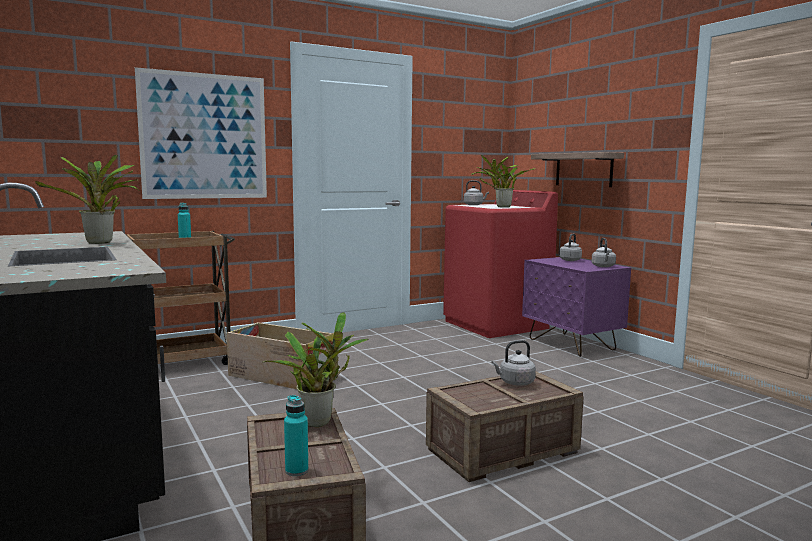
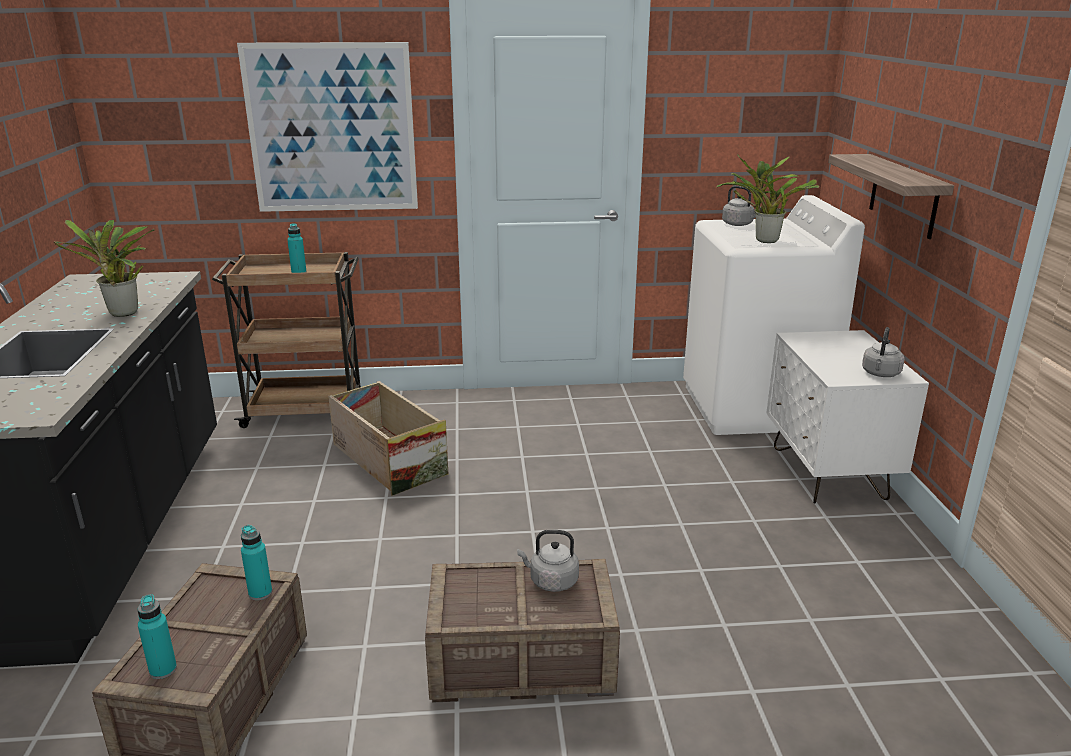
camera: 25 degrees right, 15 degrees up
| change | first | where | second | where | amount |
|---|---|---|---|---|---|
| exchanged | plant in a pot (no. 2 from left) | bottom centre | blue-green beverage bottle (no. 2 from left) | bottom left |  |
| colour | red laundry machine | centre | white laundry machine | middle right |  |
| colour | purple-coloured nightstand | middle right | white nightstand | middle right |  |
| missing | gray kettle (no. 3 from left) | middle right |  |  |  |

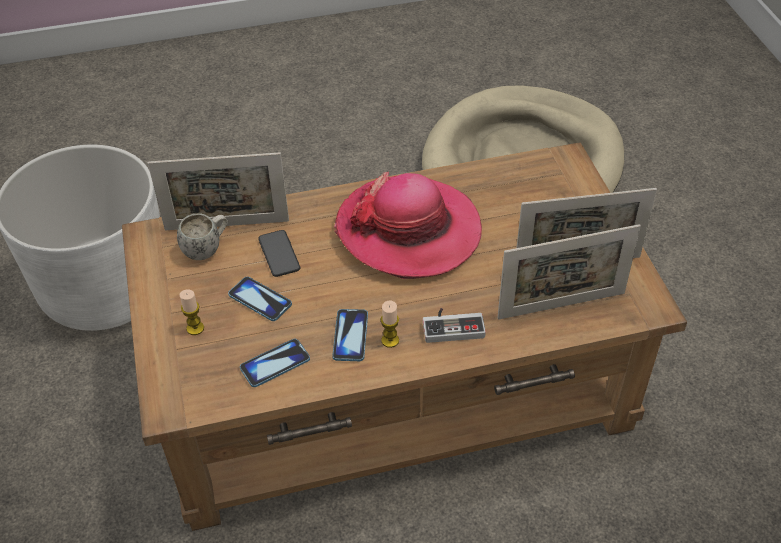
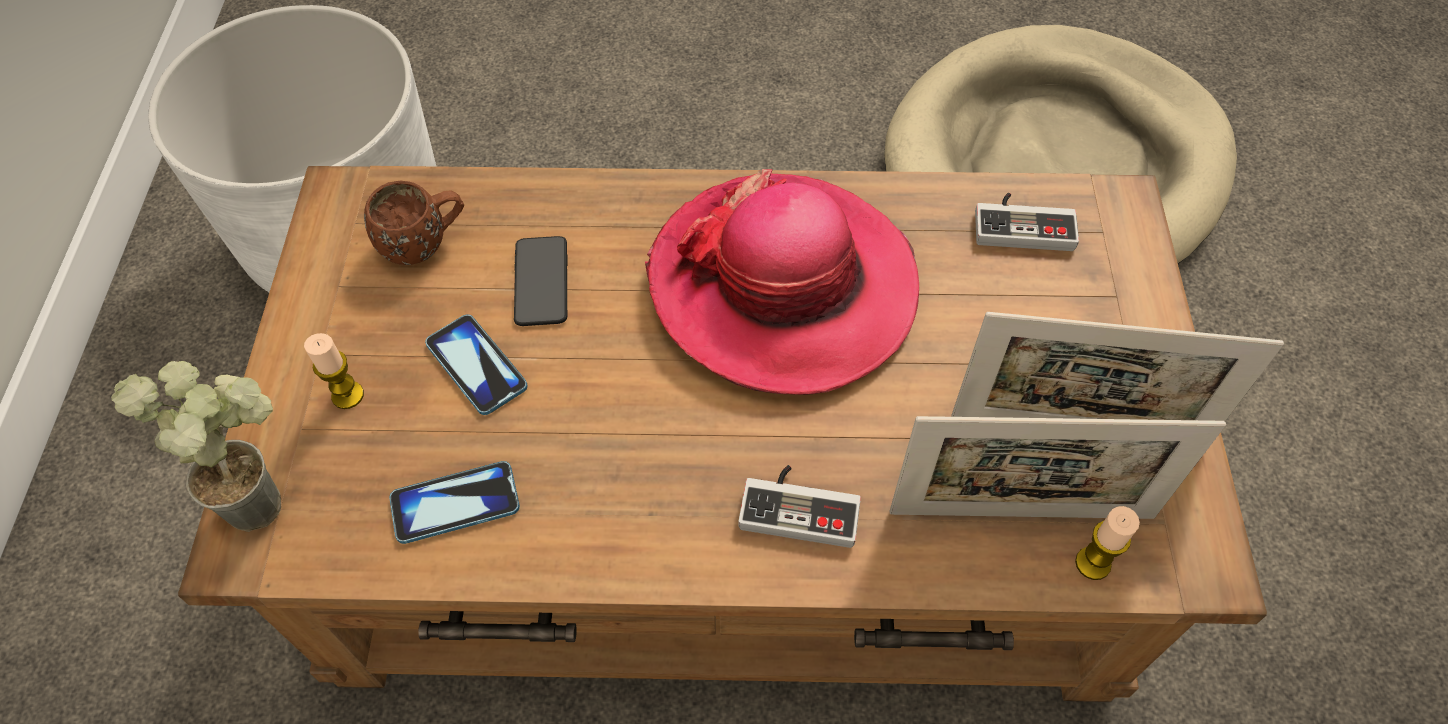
camera: 15 degrees right, 10 degrees up
| change | first | where | second | where | amount |
|---|---|---|---|---|---|
| appeared |  |  | plant in a pot | middle left |  |
| colour | white mug | middle left | brown mug | top left |  |
| appeared |  |  | game controller (no. 2 from left) | top right |  |
| relocated | candle (no. 2 from left) | centre |  | bottom right |  |
| missing | standing frame (no. 1 from left) | middle left |  |  |  |
| missing | telephone (no. 4 from left) | centre |  |  |  |

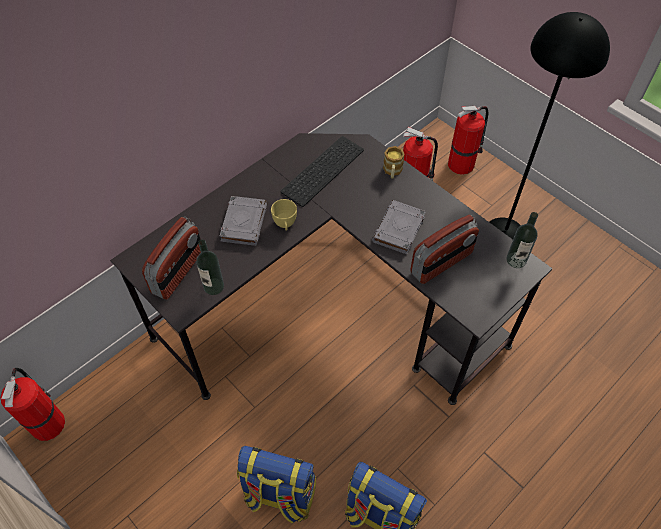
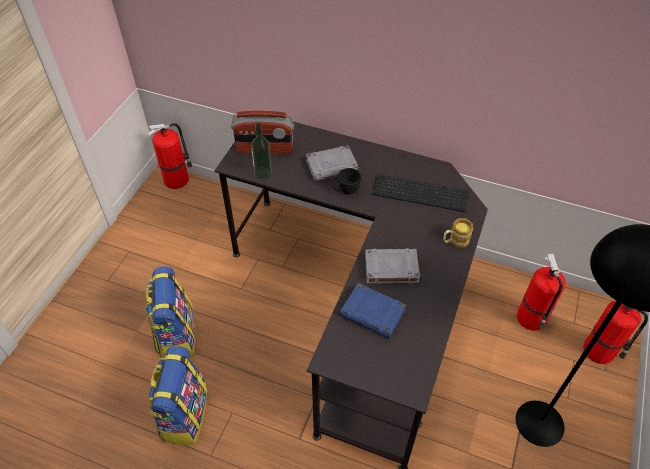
camera: 65 degrees right, 5 degrees down
| change | first | where | second | where | amount |
|---|---|---|---|---|---|
| colour | yellowish small cup | centre | black-coloured small cup | centre |  |
| exchanged | radio receiver (no. 2 from left) | middle right | blue-coloured book | centre |  |
| missing | beverage bottle (no. 2 from left) | middle right |  |  |  |

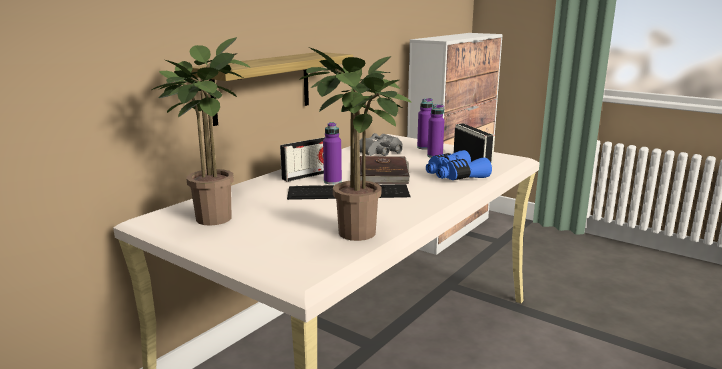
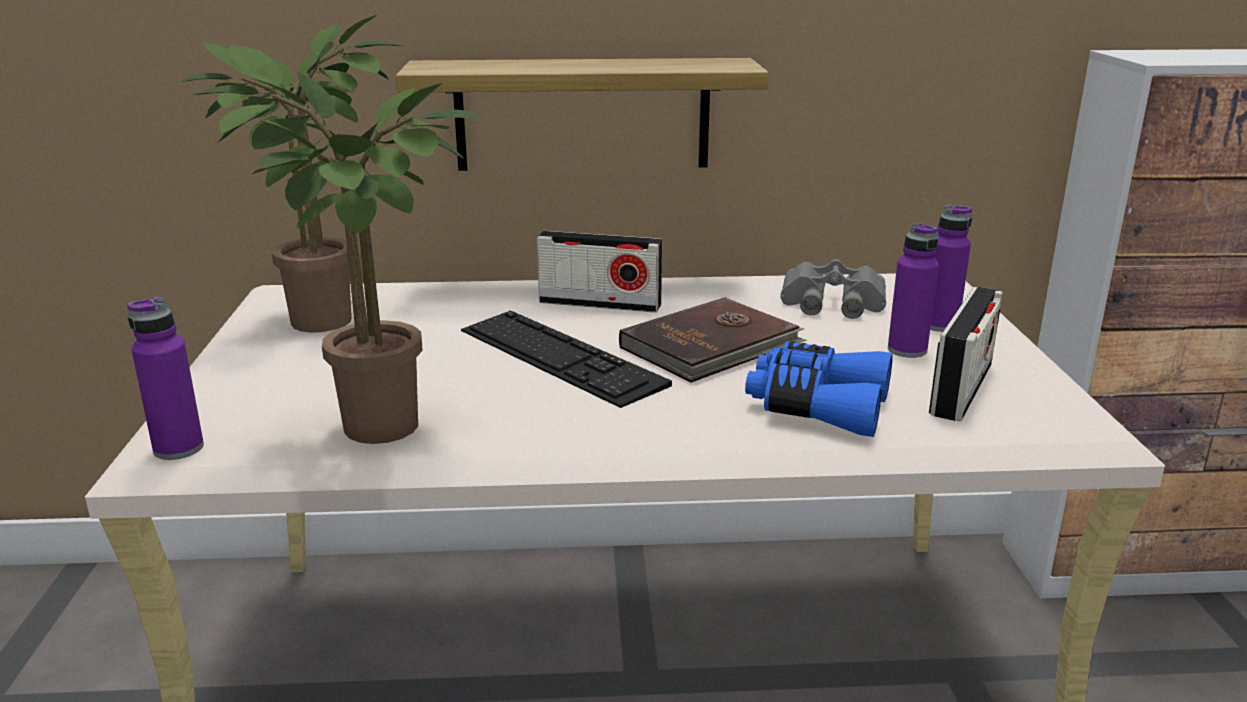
camera: 50 degrees right, 5 degrees up
| change | first | where | second | where | amount |
|---|---|---|---|---|---|
| relocated | purple-coloured beverage bottle (no. 1 from left) | centre |  | middle left |  |

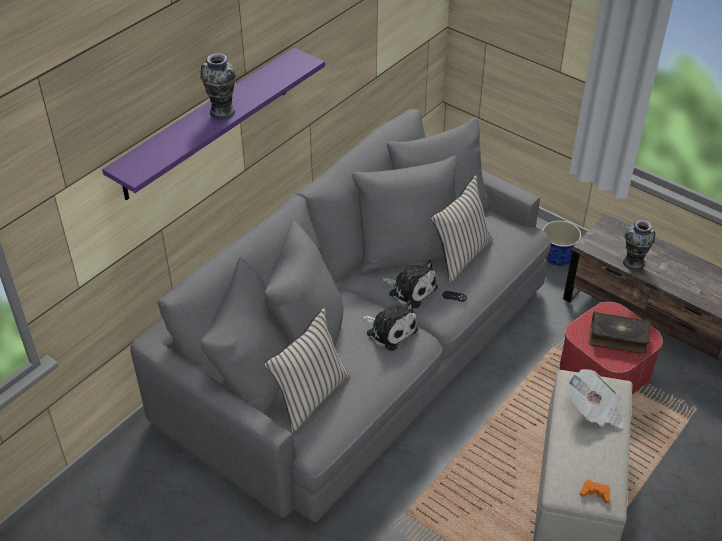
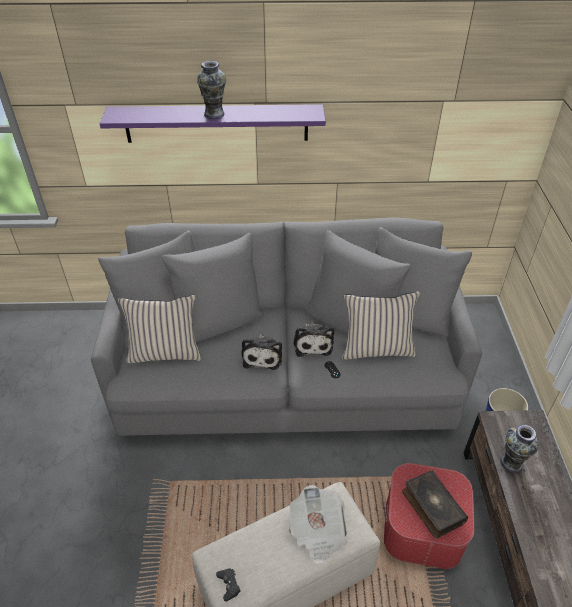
camera: 50 degrees right, 0 degrees up
| change | first | where | second | where | amount |
|---|---|---|---|---|---|
| colour | orange-coloured game controller | bottom right | black-coloured game controller (no. 1 from left) | bottom centre |  |

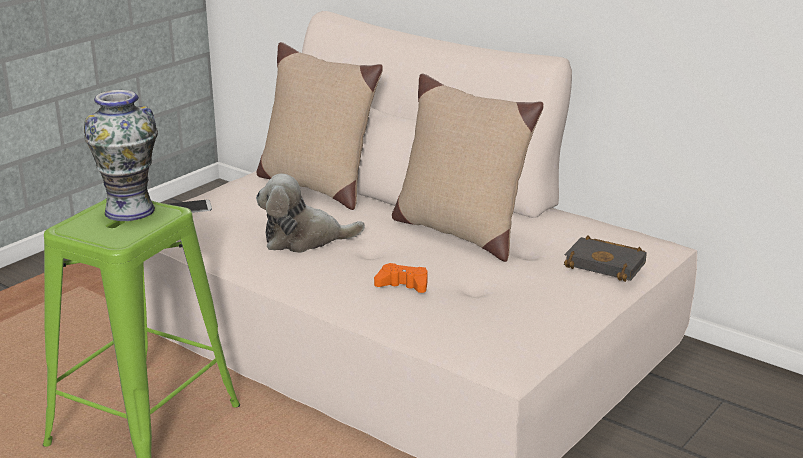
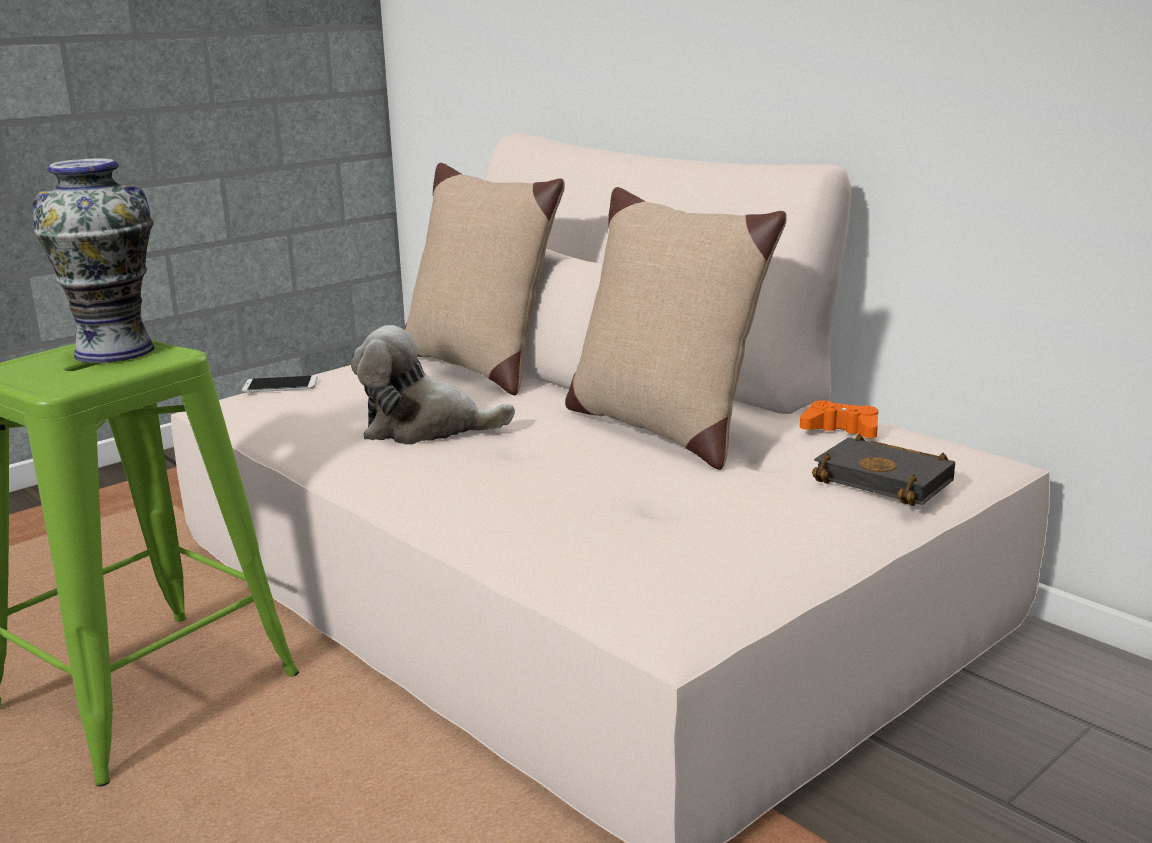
camera: 10 degrees right, 5 degrees down
| change | first | where | second | where | amount |
|---|---|---|---|---|---|
| relocated | orange-coloured game controller | centre |  | middle right |  |

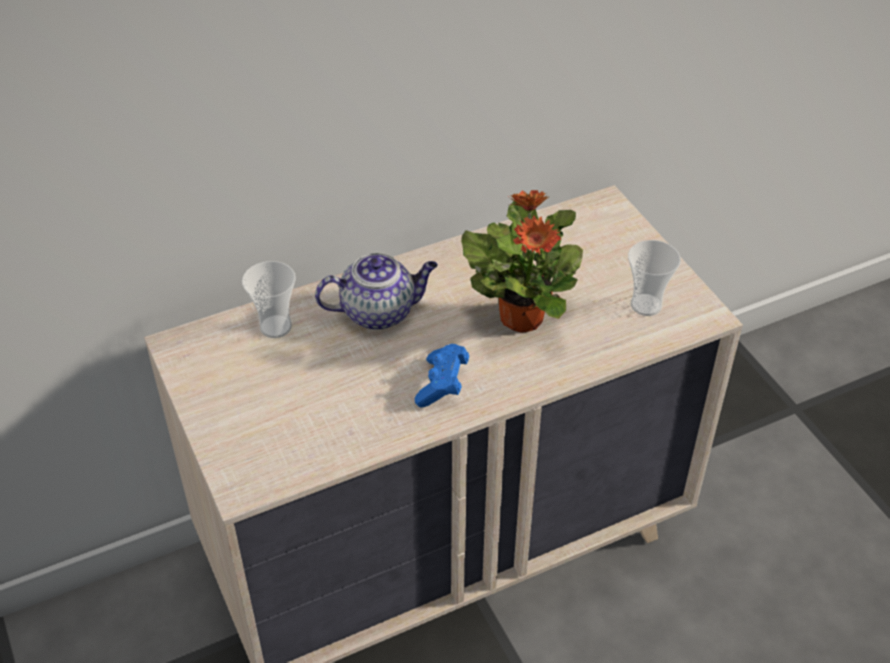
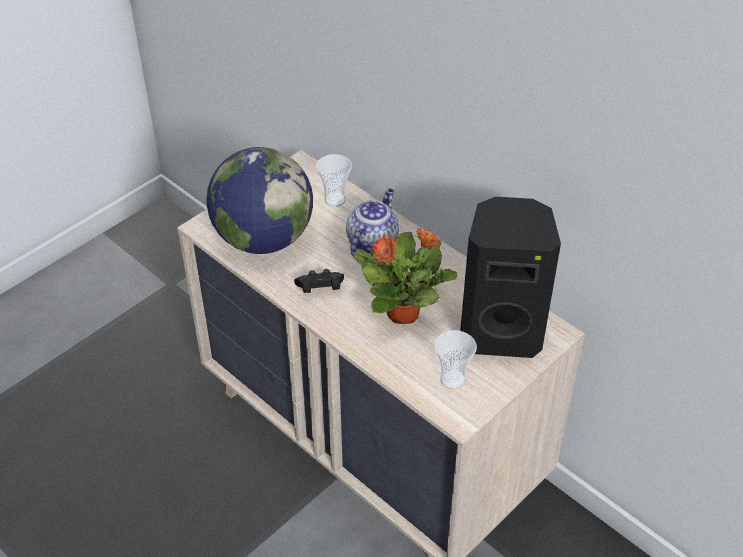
camera: 70 degrees right, 0 degrees up
| change | first | where | second | where | amount |
|---|---|---|---|---|---|
| appeared |  |  | world globe | centre |  |
| colour | blue-coloured game controller | centre | black-coloured game controller | centre |  |
| spun | tea pot | centre |  | centre | 120 degrees counterclockwise |
| appeared |  |  | black-coloured speaker | middle right |  |

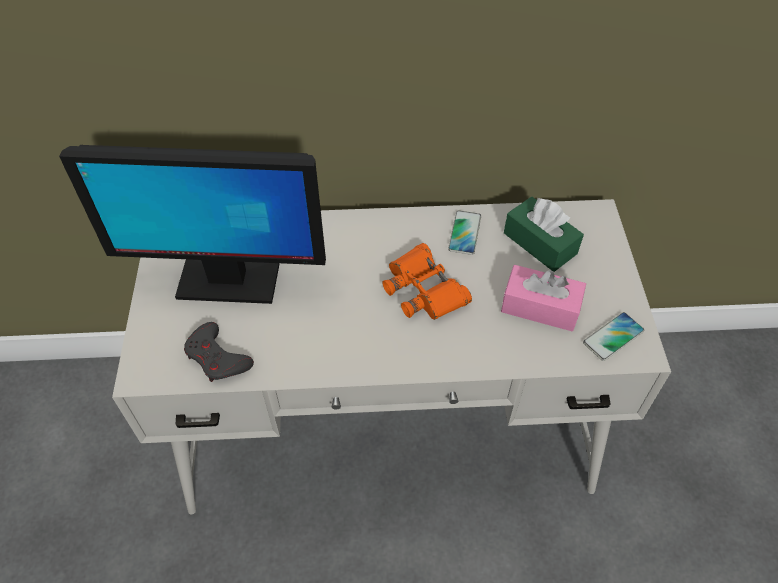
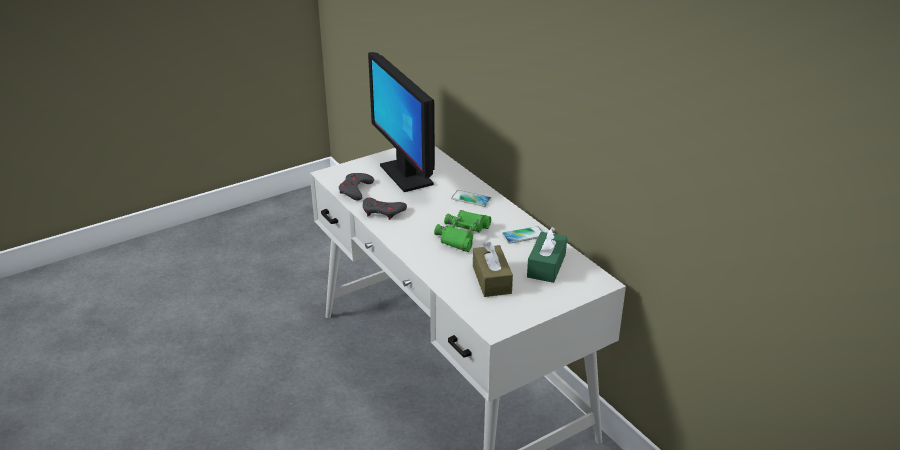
camera: 60 degrees right, 20 degrees down
| change | first | where | second | where | amount |
|---|---|---|---|---|---|
| appeared |  |  | gray game controller (no. 2 from left) | centre |  |
| colour | orange-coloured pair of binoculars | centre | greenish pair of binoculars | centre |  |
| relocated | telephone (no. 2 from left in the first image) | middle right | telephone (no. 1 from left) | centre |  |
| colour | pinkish box of tissues | middle right | brown box of tissues | centre |  |

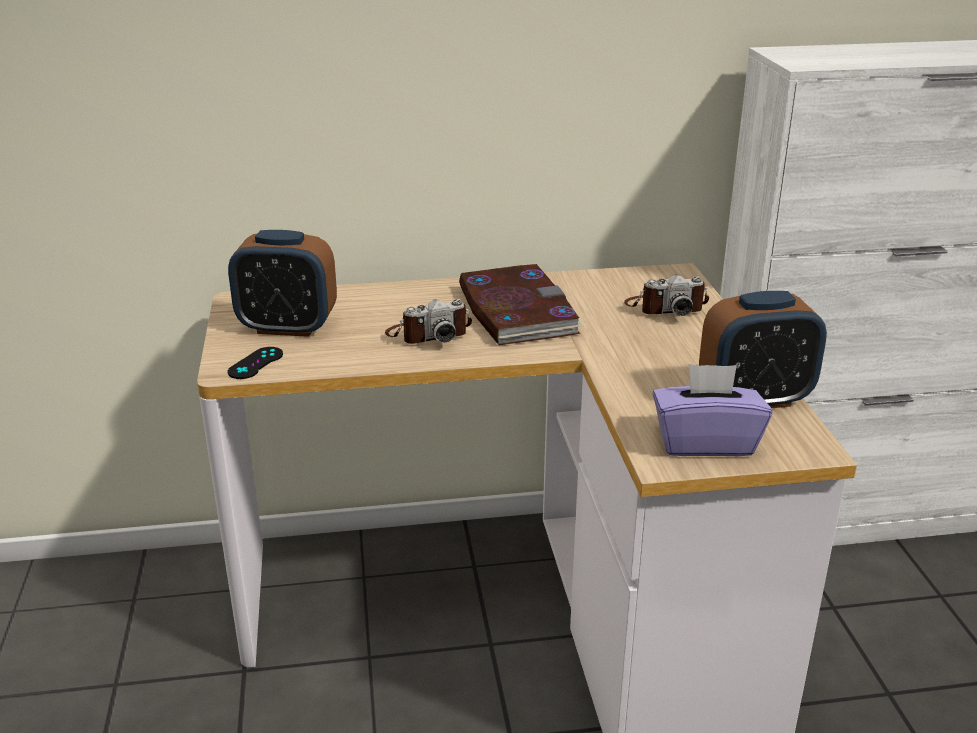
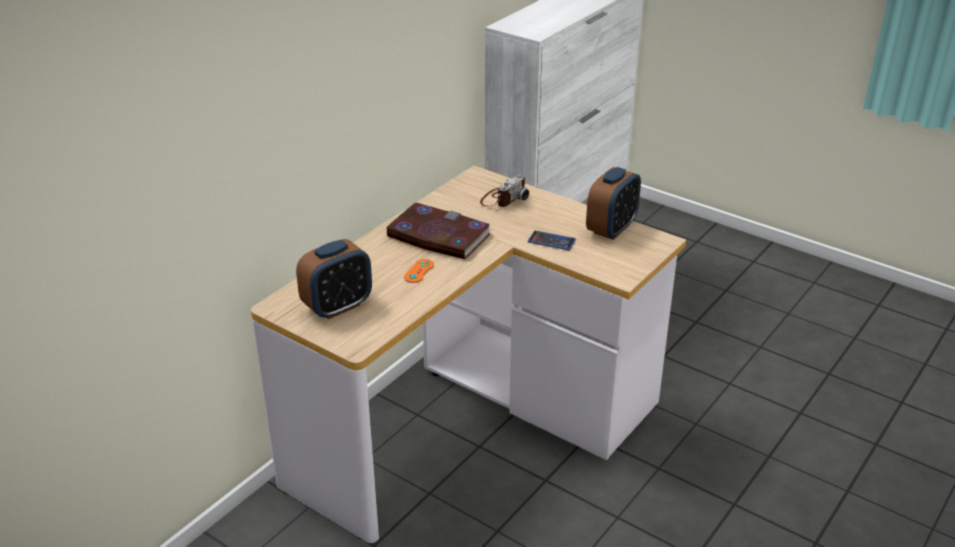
camera: 45 degrees left, 5 degrees up
| change | first | where | second | where | amount |
|---|---|---|---|---|---|
| exchanged | still camera (no. 1 from left) | centre | orange-coloured game controller | centre |  |
| appeared |  |  | telephone | centre |  |
| missing | black-coloured game controller | middle left |  |  |  |
| missing | purple-coloured box of tissues | middle right |  |  |  |

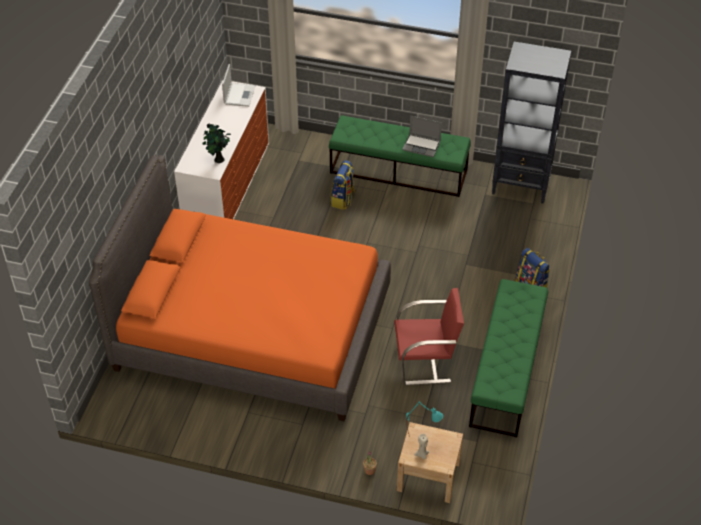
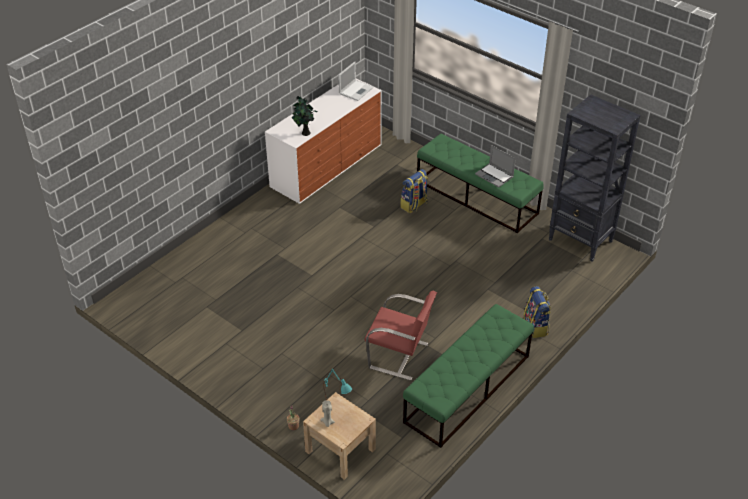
camera: 25 degrees right, 5 degrees down
| change | first | where | second | where | amount |
|---|---|---|---|---|---|
| missing | orange-coloured bed | centre |  |  |  |

